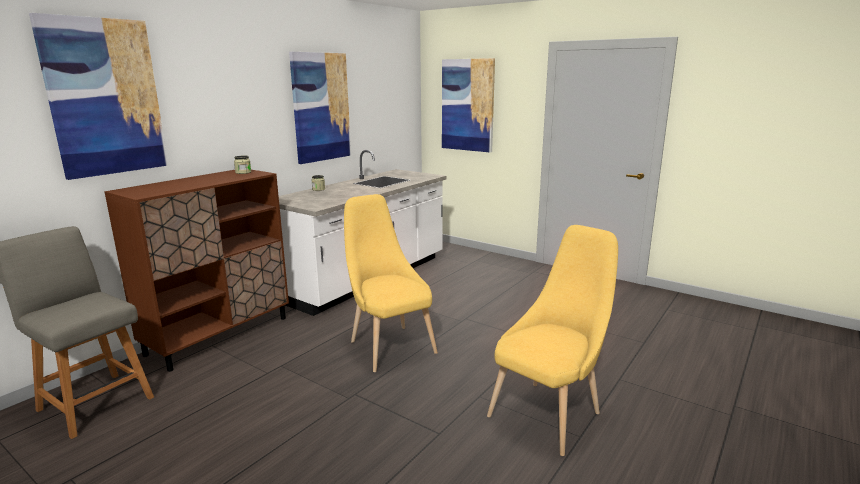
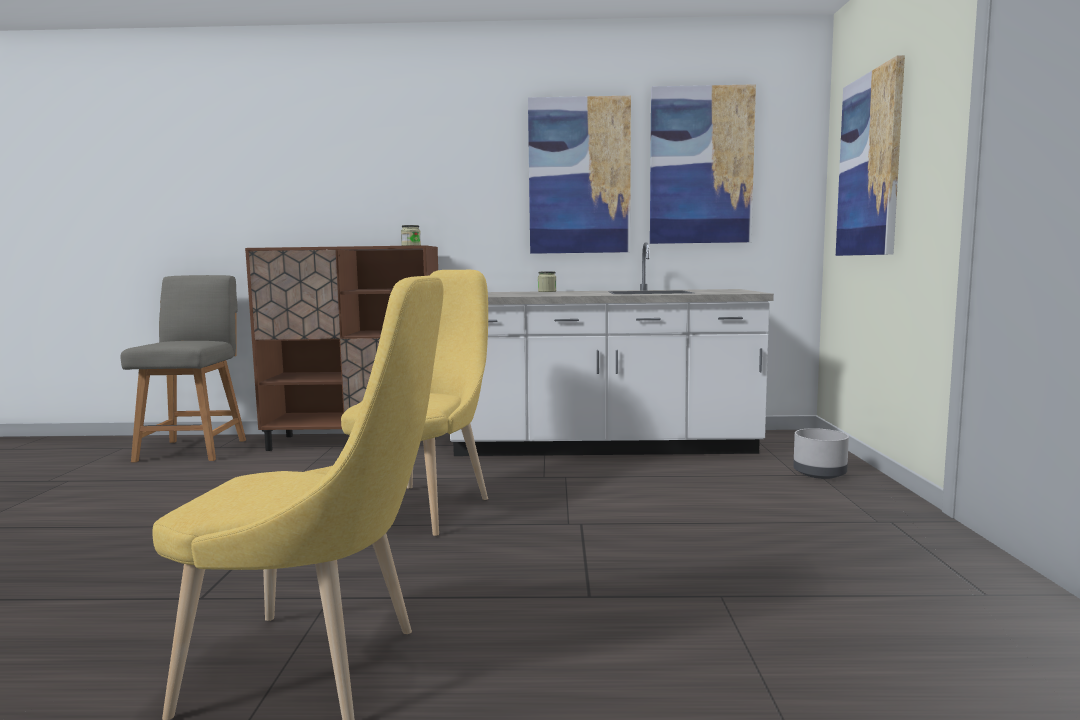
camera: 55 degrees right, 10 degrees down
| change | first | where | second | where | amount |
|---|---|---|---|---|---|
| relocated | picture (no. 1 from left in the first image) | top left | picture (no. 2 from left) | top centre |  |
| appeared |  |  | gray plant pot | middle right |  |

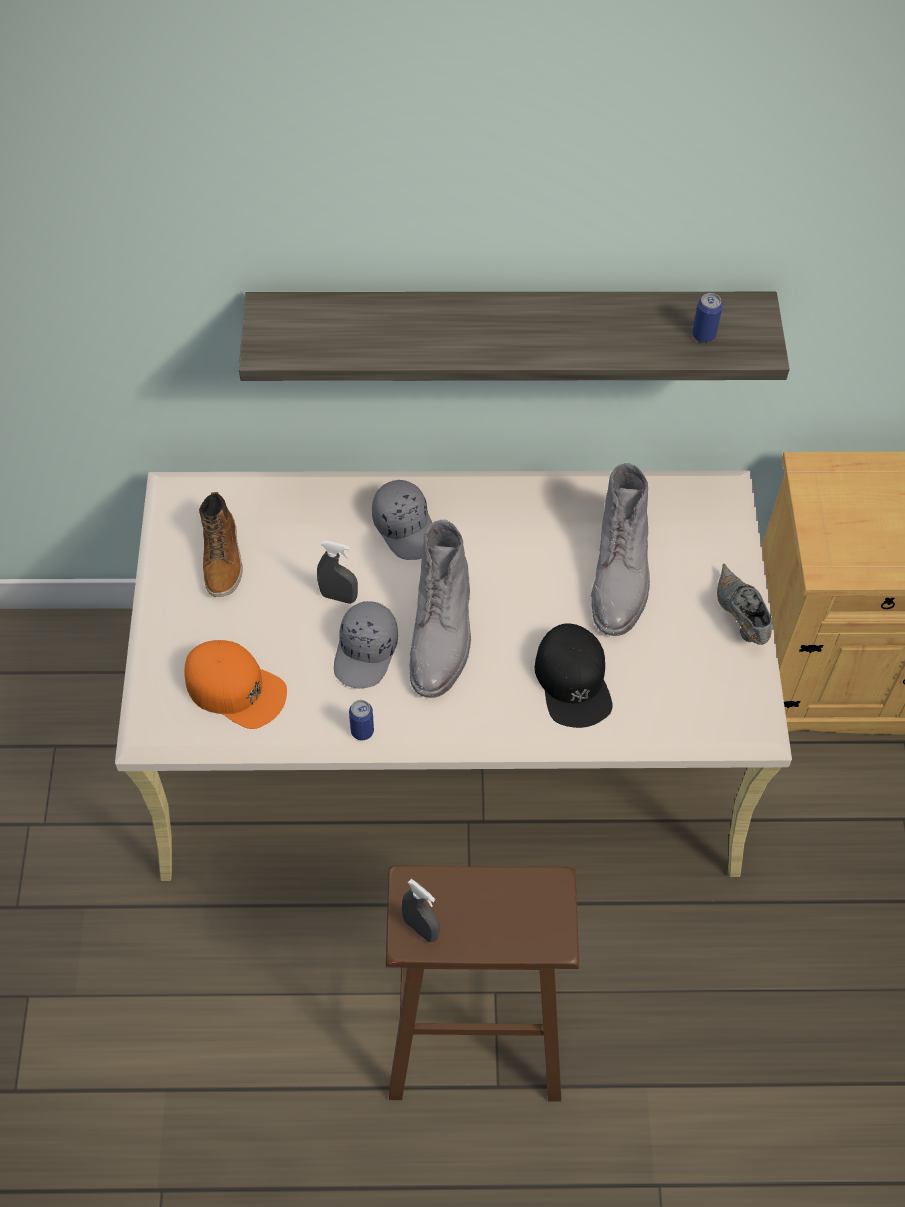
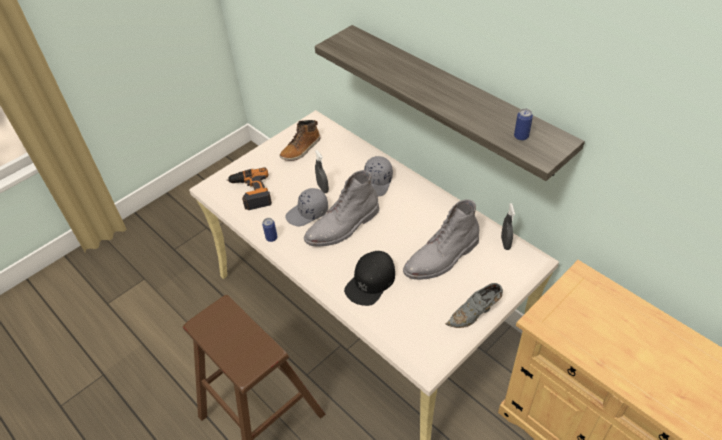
camera: 50 degrees right, 10 degrees down
| change | first | where | second | where | amount |
|---|---|---|---|---|---|
| exchanged | orange-coloured baseball cap | middle left | power drill | centre |  |
| spun | gray item of footwear | middle right |  | bottom centre | 150 degrees counterclockwise |
| relocated | gray sprayer (no. 2 from left) | bottom centre |  | middle right |  |

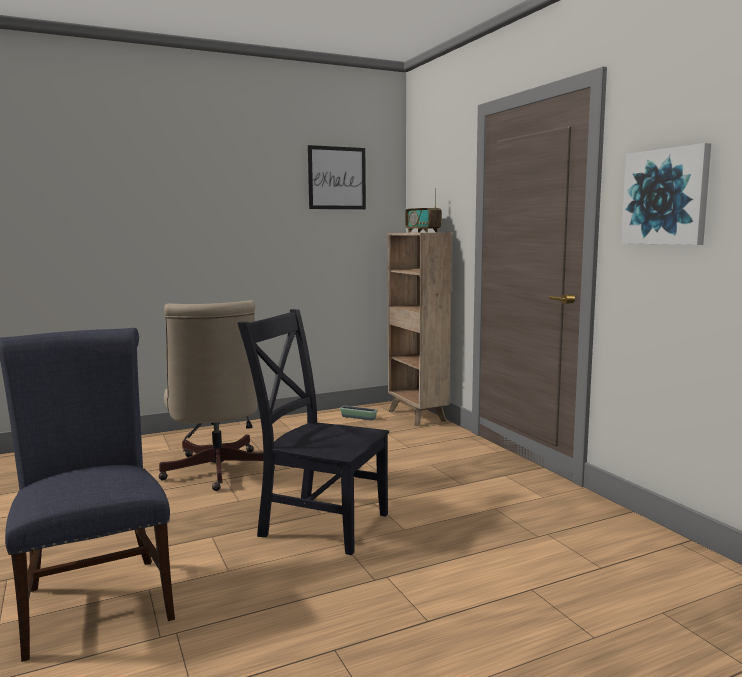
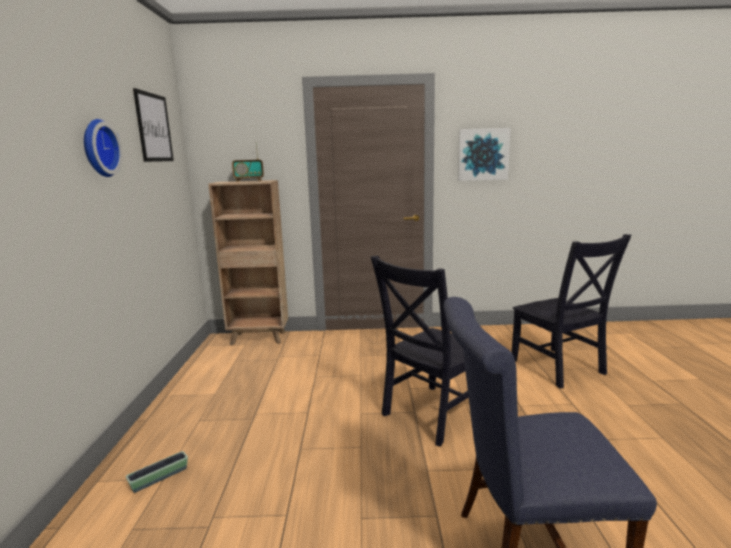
camera: 65 degrees left, 5 degrees up
| change | first | where | second | where | amount |
|---|---|---|---|---|---|
| appeared |  |  | clock on the wall | top left |  |
| relocated | plant pot | centre |  | bottom left |  |
| appeared |  |  | black-coloured chair (no. 2 from left) | middle right |  |
| missing | beige desk chair | middle left |  |  |  |

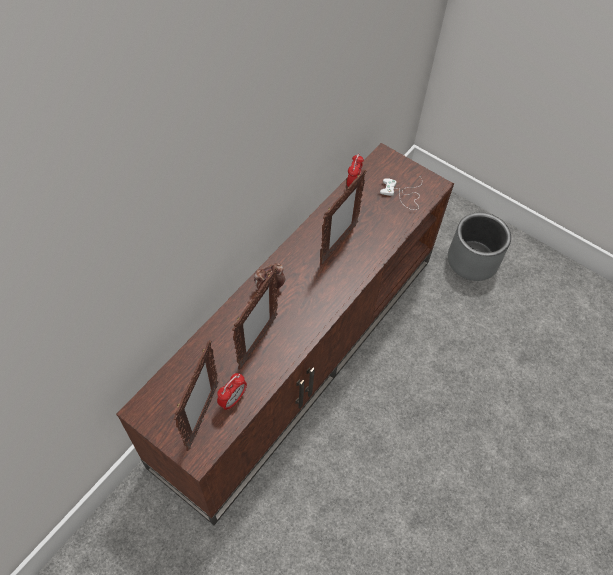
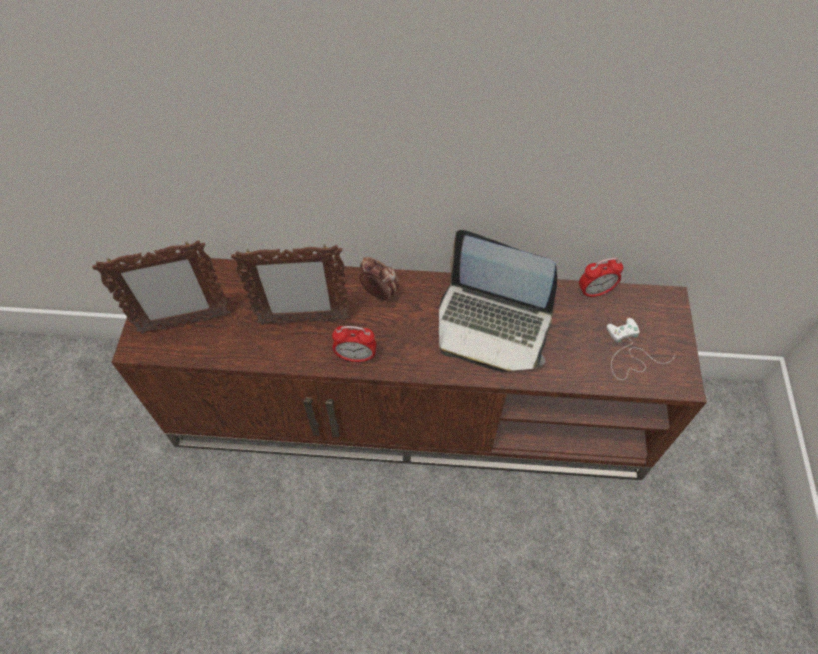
camera: 60 degrees right, 0 degrees up
| change | first | where | second | where | amount |
|---|---|---|---|---|---|
| relocated | bedside clock (no. 1 from left) | bottom centre |  | centre |  |
| exchanged | standing frame (no. 3 from left) | centre | laptop | centre |  |
| missing | gray plant pot | middle right |  |  |  |

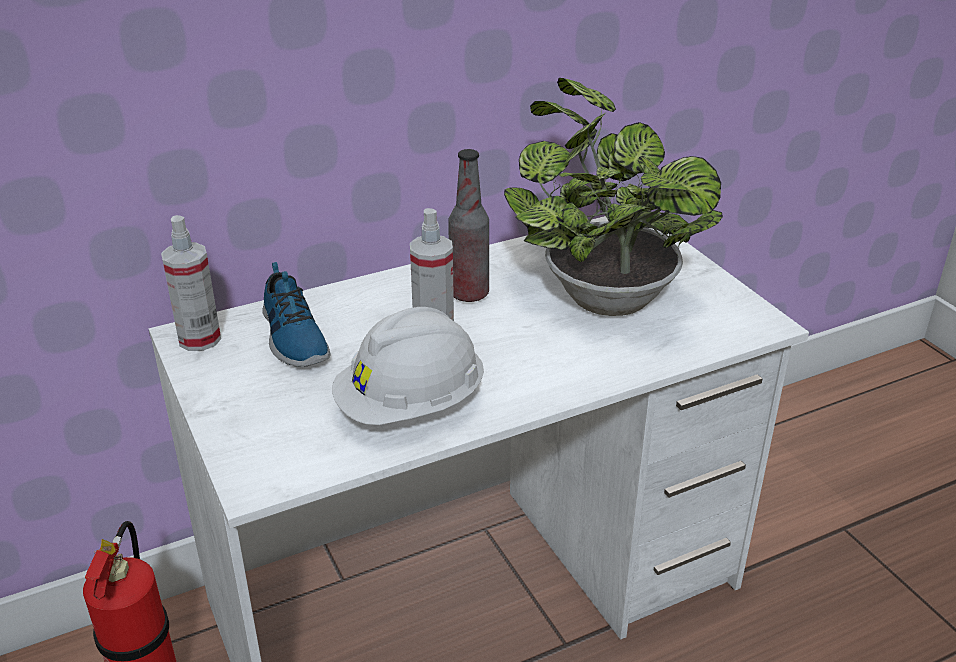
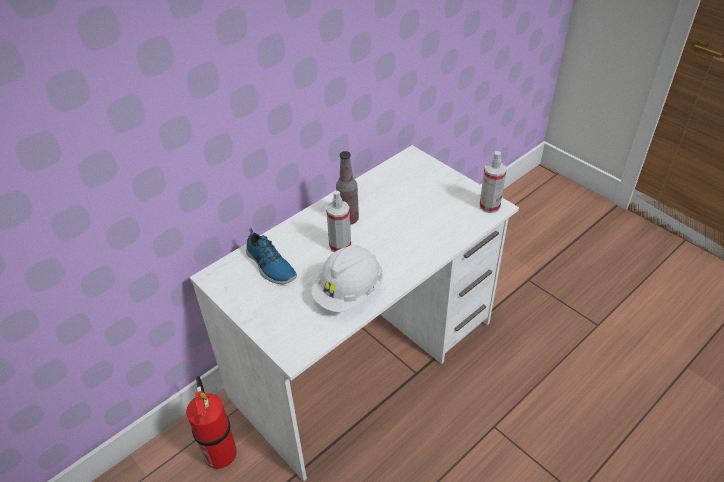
camera: 15 degrees left, 10 degrees up
| change | first | where | second | where | amount |
|---|---|---|---|---|---|
| relocated | sprayer (no. 1 from left in the first image) | middle left | sprayer (no. 2 from left) | middle right |  |
| missing | plant in a pot | top centre |  |  |  |

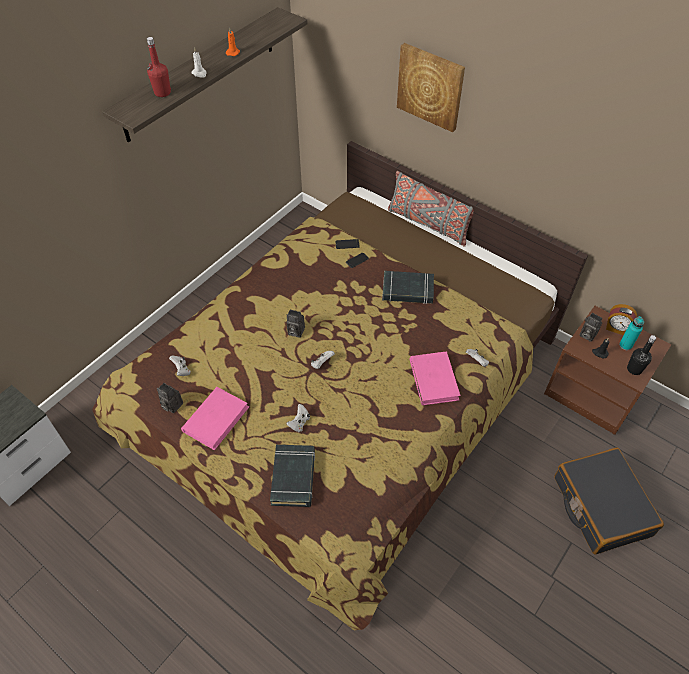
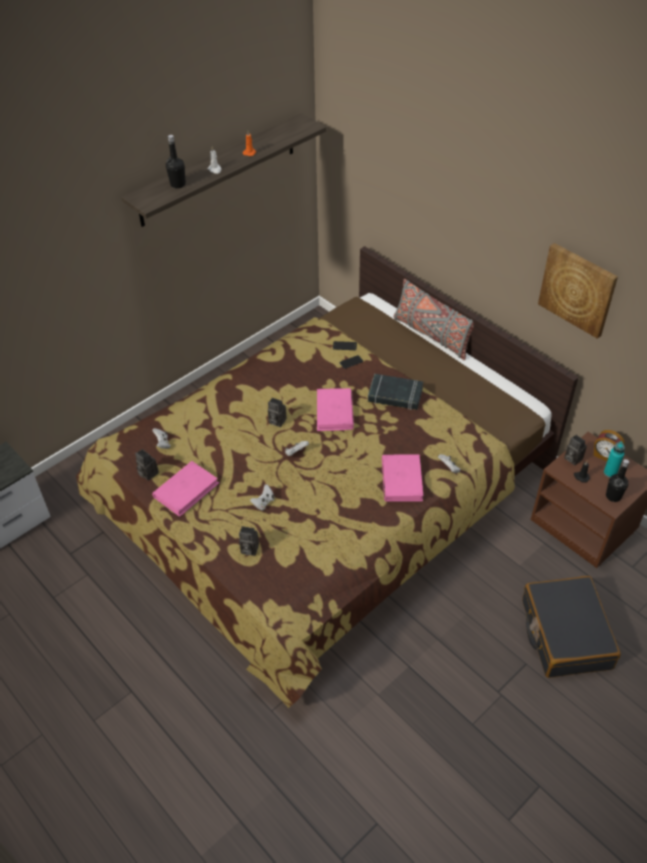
camera: 10 degrees right, 5 degrees down
| change | first | where | second | where | amount |
|---|---|---|---|---|---|
| colour | red beverage bottle | top left | black-coloured beverage bottle (no. 1 from left) | top left |  |
| exchanged | black-coloured book (no. 1 from left) | bottom centre | still camera (no. 2 from left) | centre |  |
| appeared |  |  | pinkish book (no. 2 from left) | centre |  |
| relocated | picture | top centre |  | middle right |  |

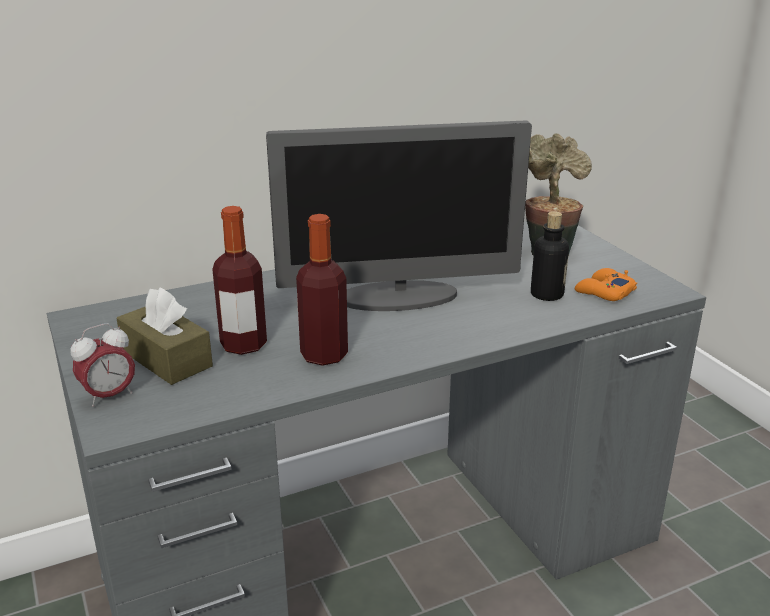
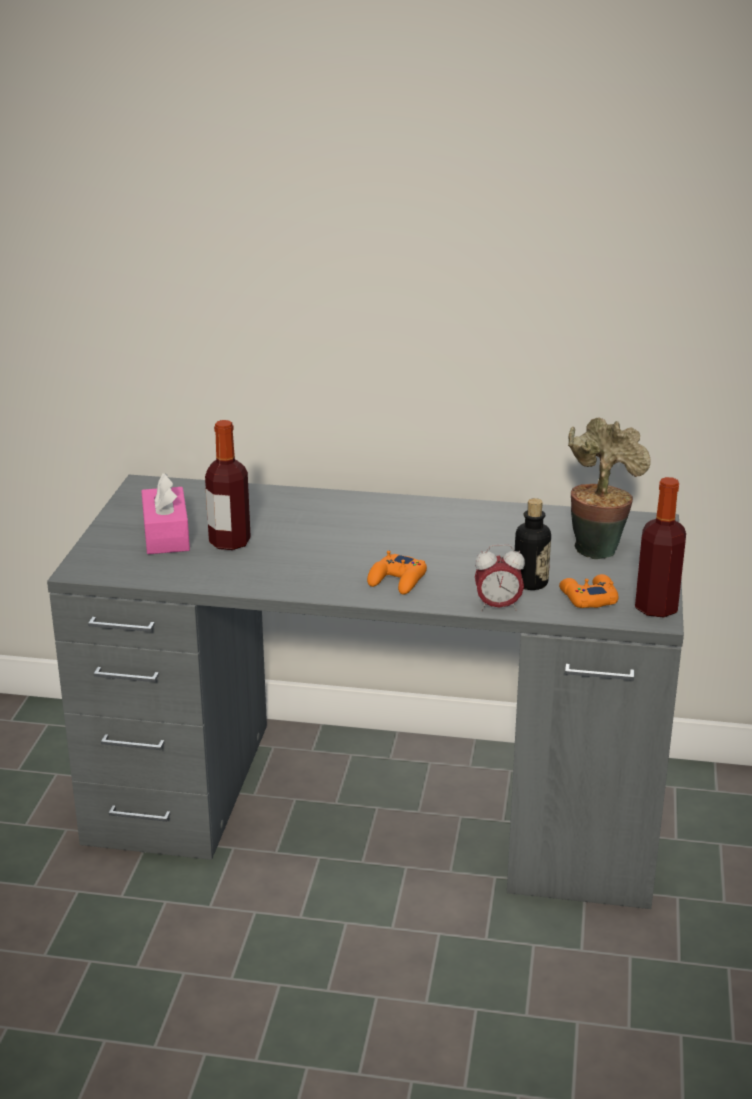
camera: 35 degrees right, 0 degrees up
| change | first | where | second | where | amount |
|---|---|---|---|---|---|
| colour | brown box of tissues | middle left | pinkish box of tissues | middle left |  |
| appeared |  |  | orange-coloured game controller (no. 1 from left) | centre |  |
| relocated | bedside clock | middle left |  | centre |  |
| relocated | beverage bottle (no. 2 from left in the first image) | centre | beverage bottle (no. 3 from left) | middle right |  |
| missing | computer display | centre |  |  |  |

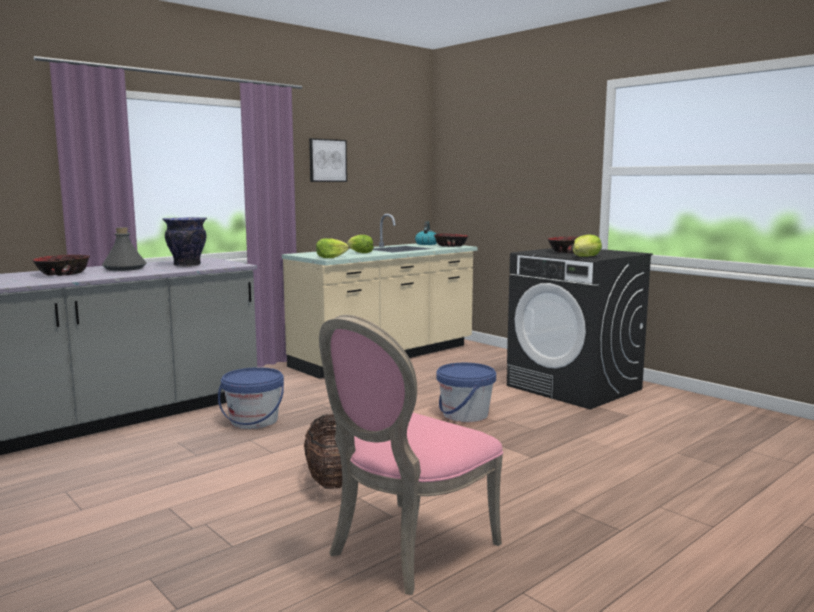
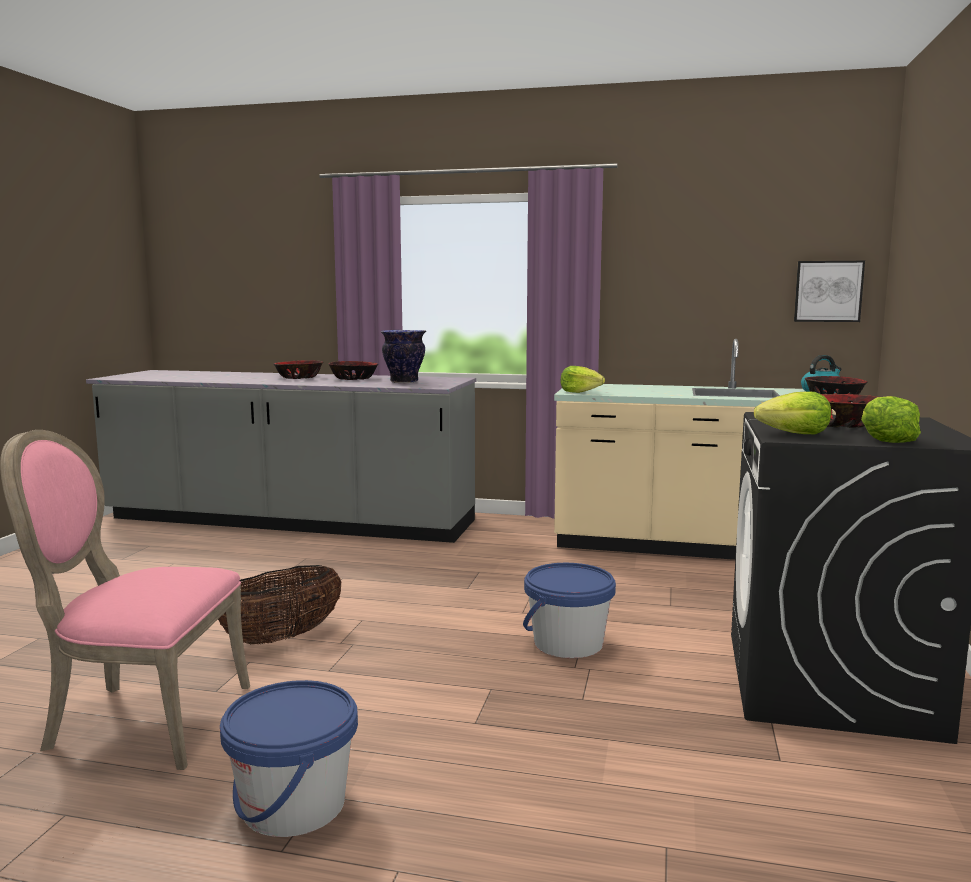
camera: 55 degrees right, 0 degrees up
| change | first | where | second | where | amount |
|---|---|---|---|---|---|
| relocated | blue-coloured pail (no. 1 from left) | middle left |  | bottom left |  |
| exchanged | gray beverage bottle | middle left | bowl (no. 2 from left) | centre |  |
| relocated | picture | top centre |  | top right |  |
| relocated | lettuce (no. 2 from left in the first image) | centre | lettuce (no. 3 from left) | middle right |  |

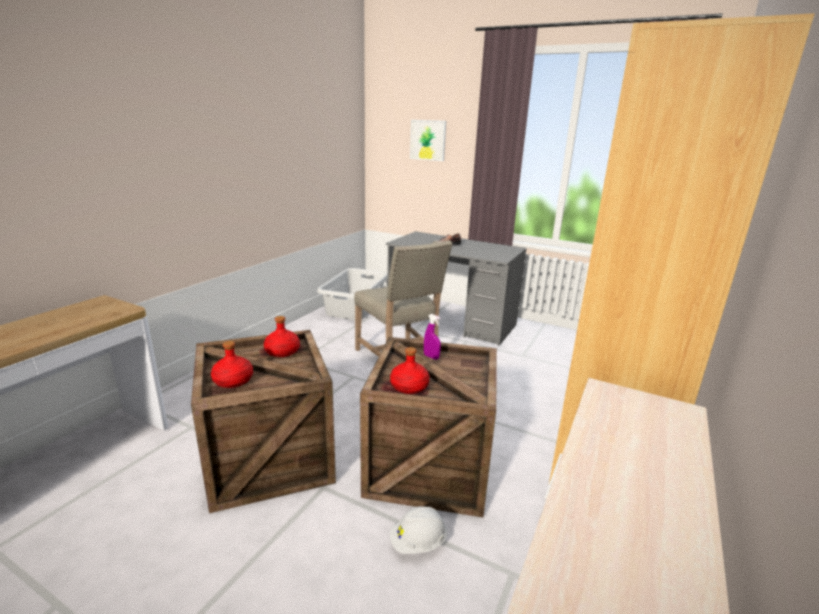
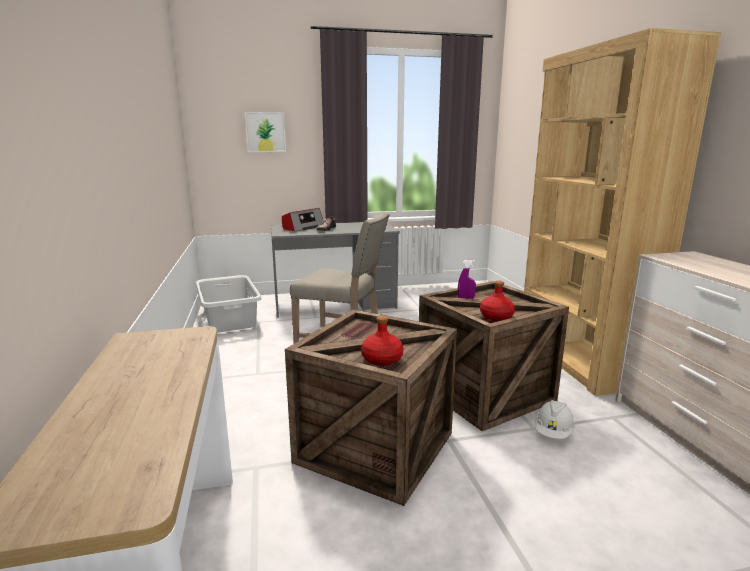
camera: 40 degrees left, 5 degrees down
| change | first | where | second | where | amount |
|---|---|---|---|---|---|
| appeared |  |  | radio receiver | centre |  |
| missing | red beverage bottle (no. 2 from left) | centre |  |  |  |

